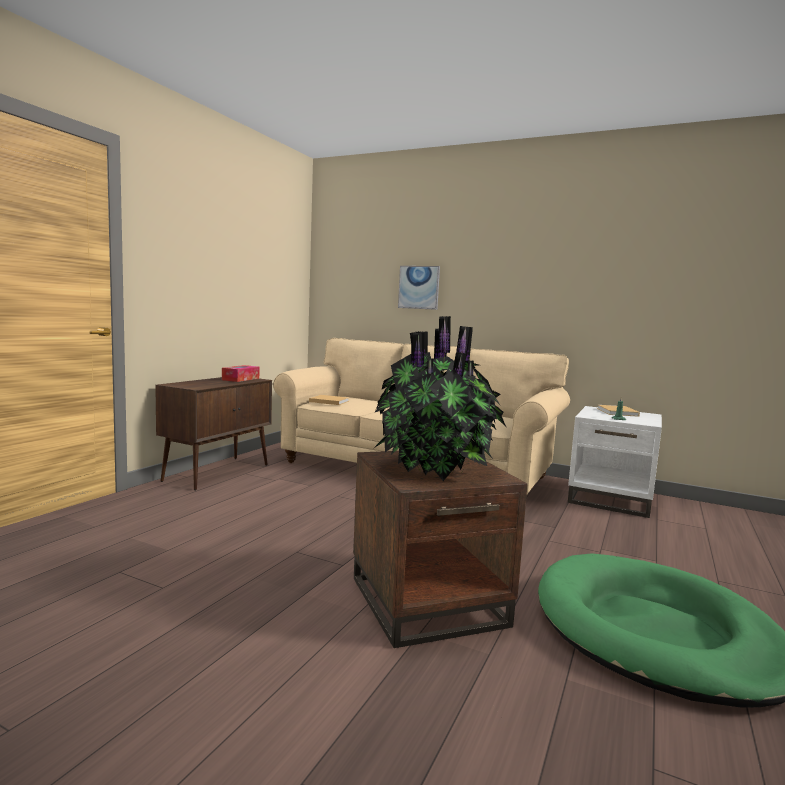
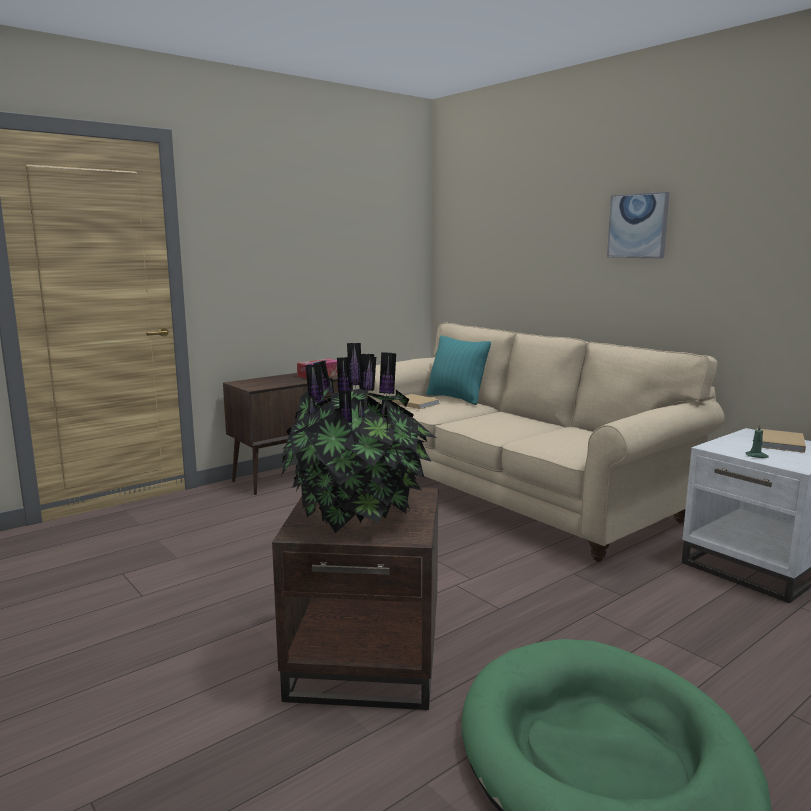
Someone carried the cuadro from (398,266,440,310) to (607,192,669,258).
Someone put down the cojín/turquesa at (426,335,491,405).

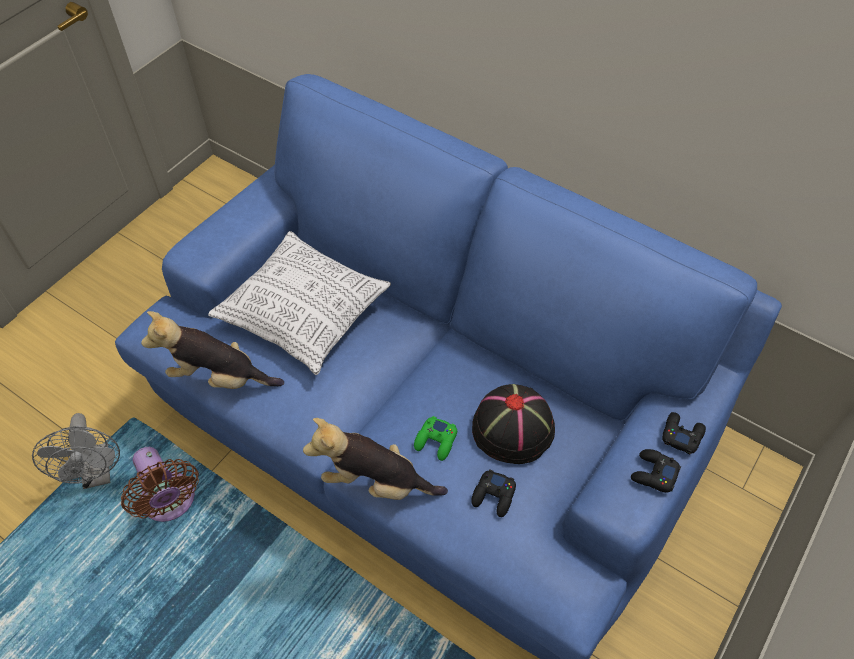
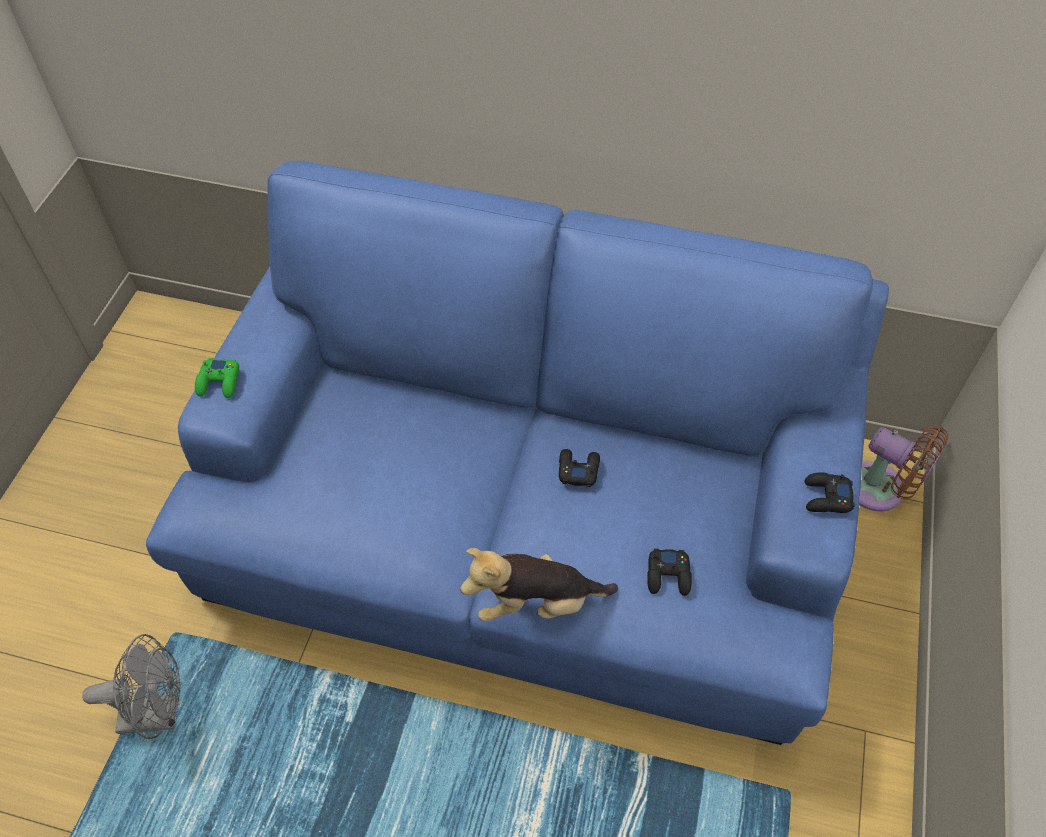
Someone took away the cojín at (208,231,391,375).
Someone took away the peluche at (141,311,284,389).
Someone took away the sombrero/negro at (472,384,555,464).
Someone carried the mando de consola/negro from (662,412,706,454) to (559,449,600,487).
Someone rotated the ventilador/gris at (32,413,120,489) by 60 degrees counterclockwise.
Someone carried the mando de consola/verde from (414,416,457,461) to (195,358,239,398).
Someone carried the ventilador/marrón from (121,447,199,522) to (859,425,949,512).

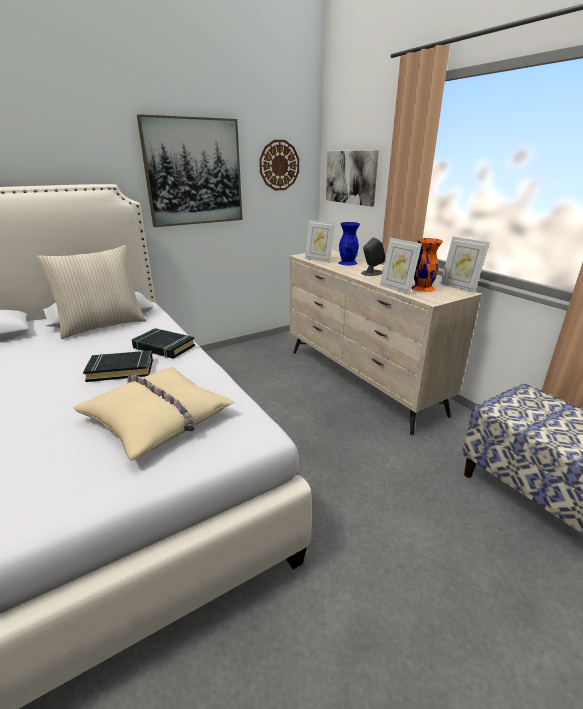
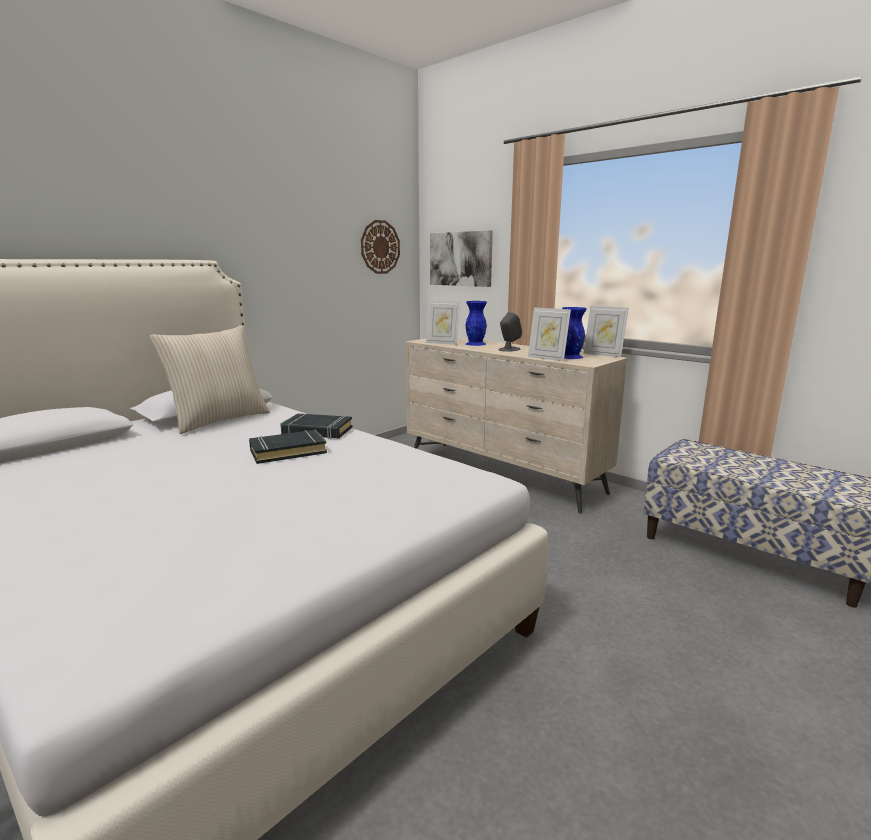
Someone took away the cuadro at (137,114,243,227).
Someone repainted the florero/naranja at (411,238,443,292), which became the florero/azul at (562,307,587,359).
Someone took away the cojín/beis at (73,367,234,461).

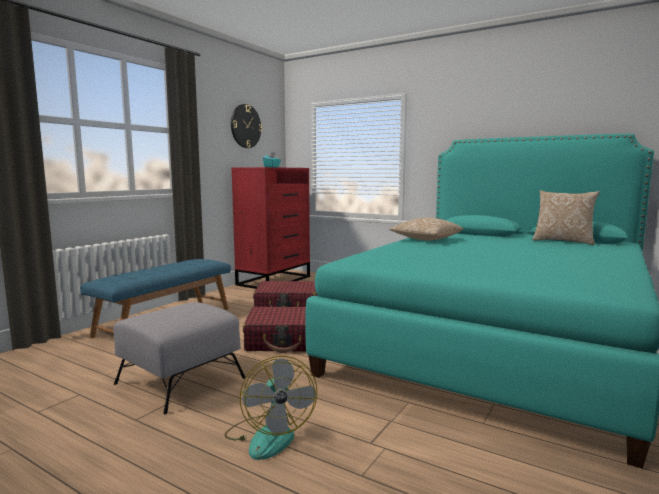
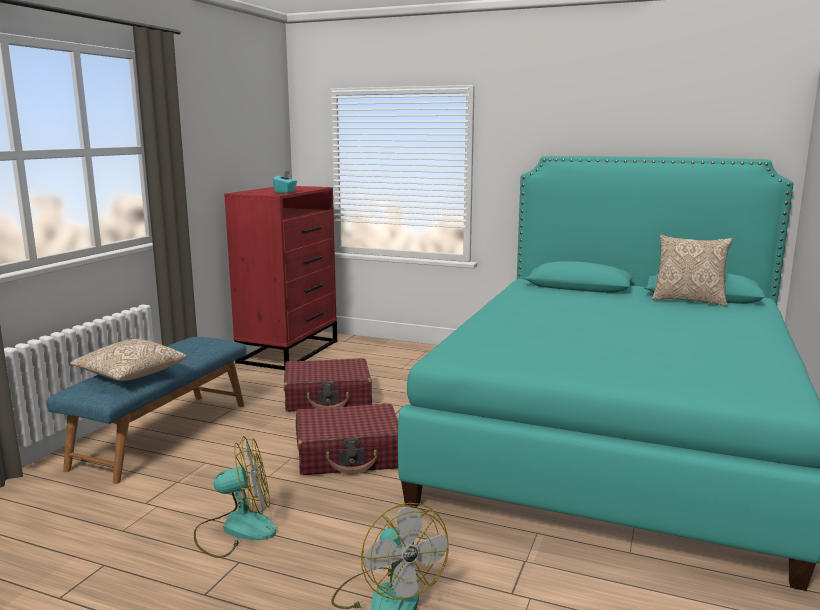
Someone took away the reloj de pared at (231,104,262,148).
Someone carried the cojín from (389,218,463,240) to (70,339,187,381).
Someone swapped the puf/gris at (114,302,246,414) for the ventilador at (194,436,276,558).

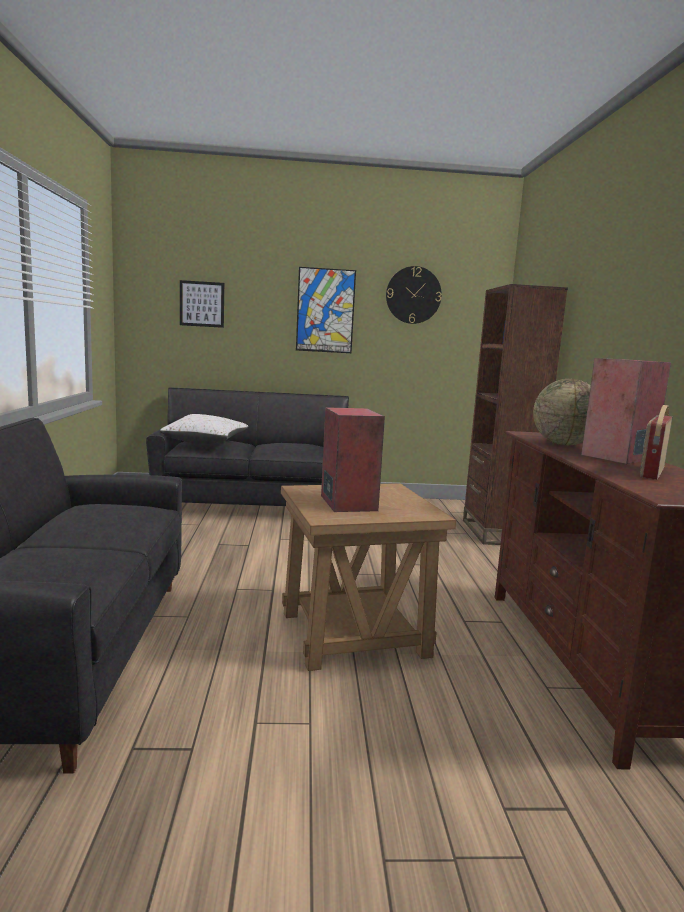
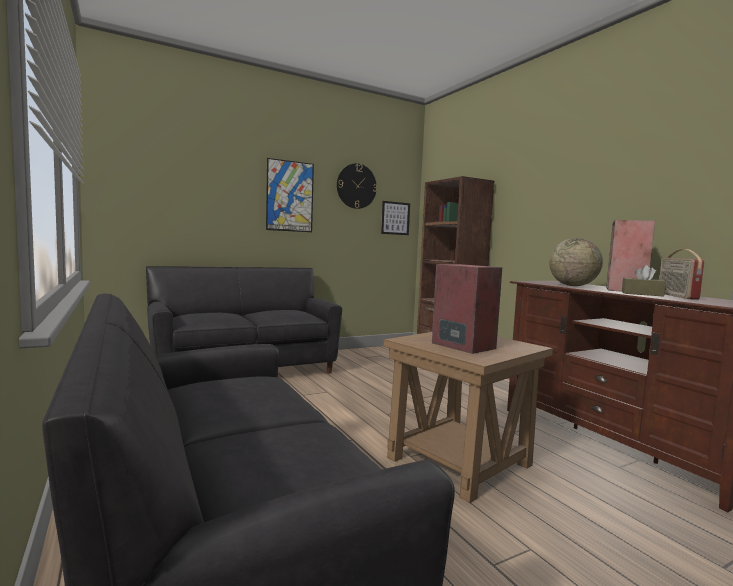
Someone carried the cuadro from (180,280,224,328) to (381,201,410,235).
Someone took away the cojín/blanco at (160,414,248,445).
Someone put down the caja de pañuelos/marrón at (622,265,666,297).

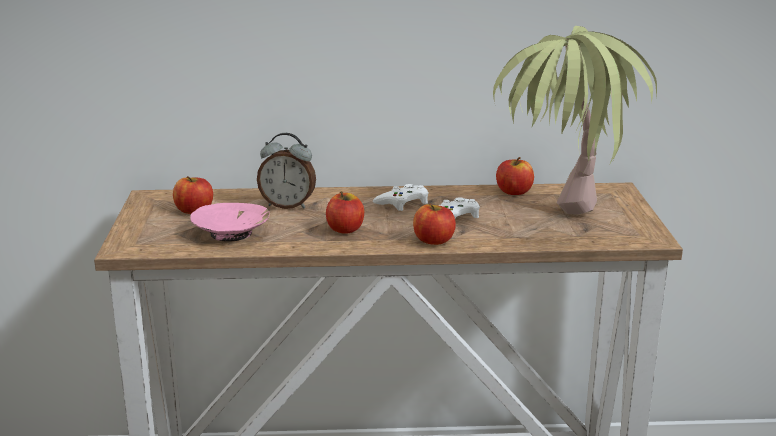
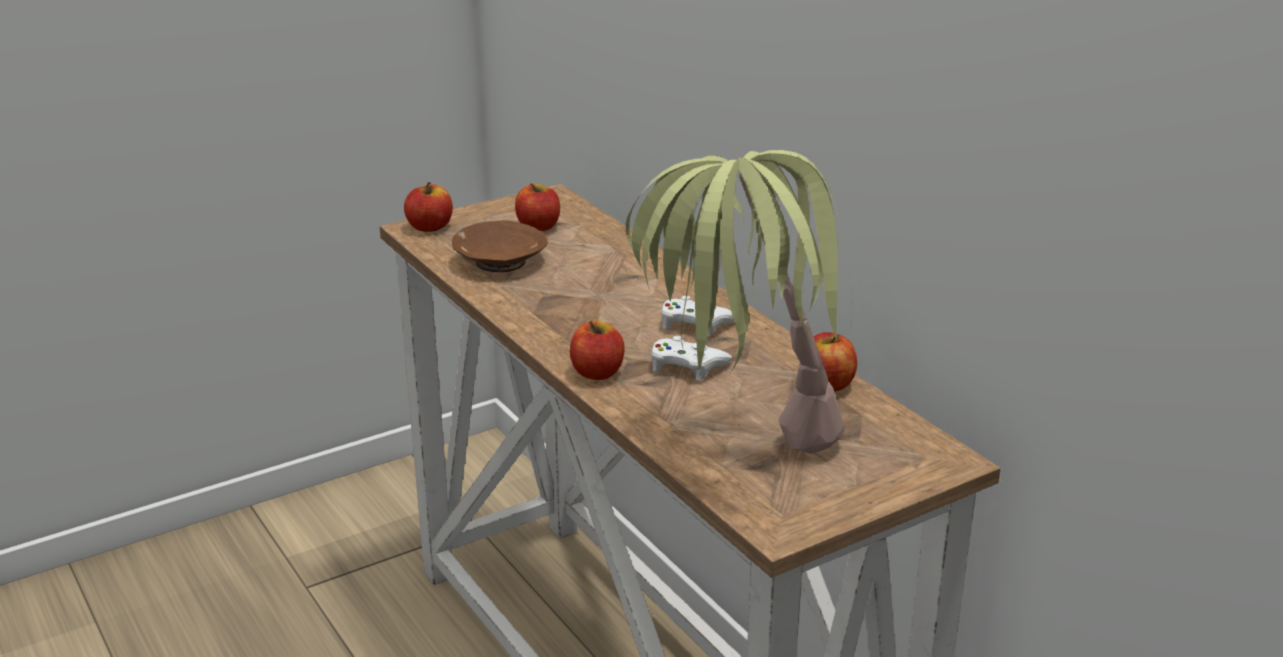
Someone took away the despertador at (257,133,316,209).
Someone carried the manzana from (326,191,364,234) to (404,182,453,232).
Someone repainted the cuenco/rosa at (190,203,270,242), which became the cuenco/marrón at (452,220,548,272).

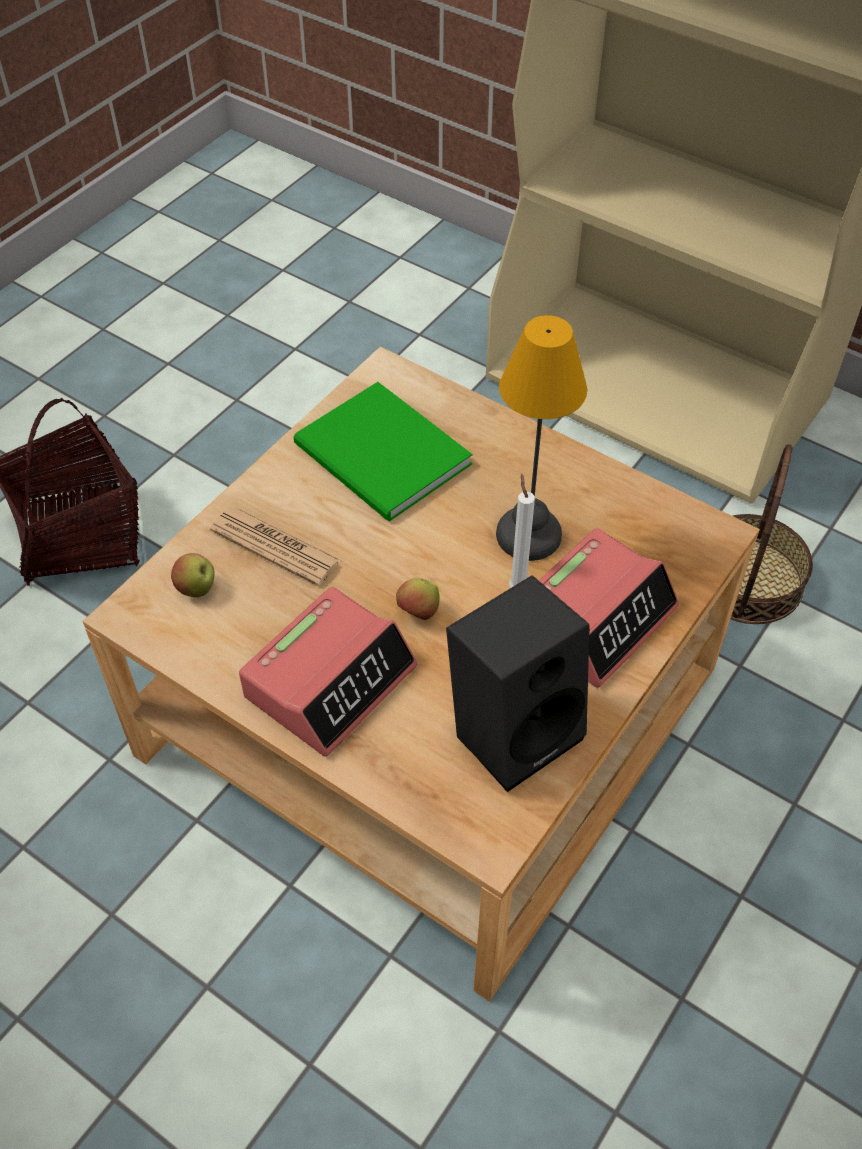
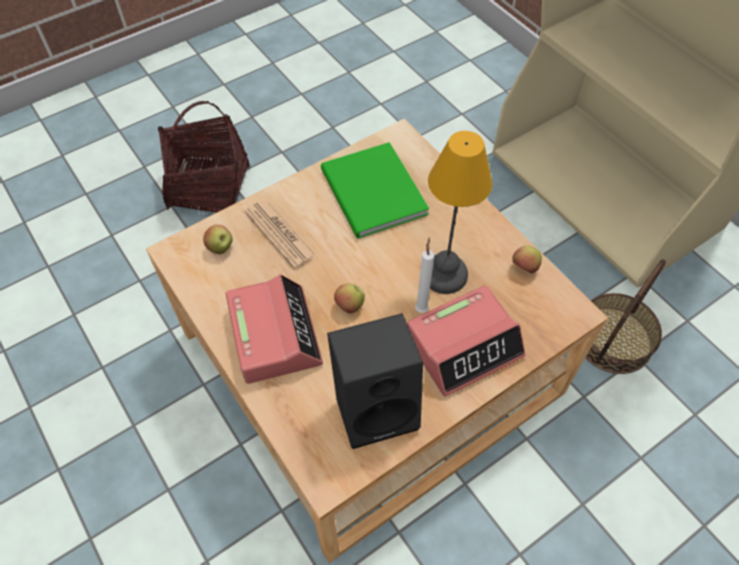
Someone rotated the despertador at (239,587,418,757) by 75 degrees counterclockwise.
Someone put down the manzana at (512,245,542,273).

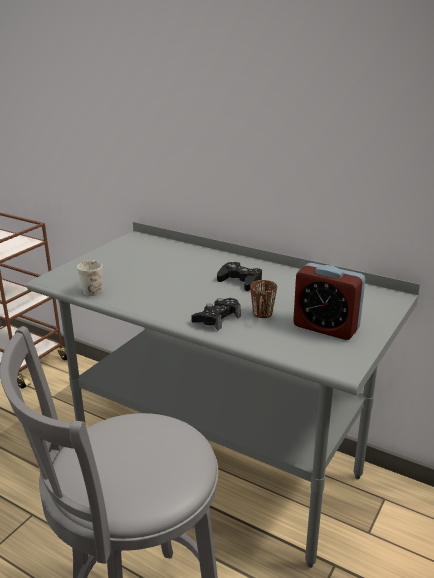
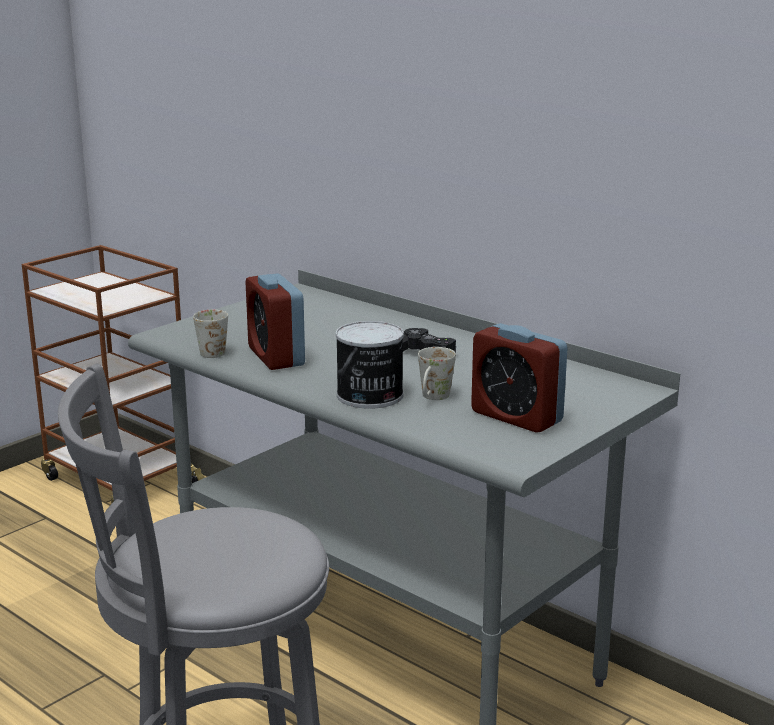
Someone repainted the taza grande/marrón at (250,280,277,318), which became the taza grande/blanco at (418,347,456,400).
Someone swapped the mando de consola/negro at (191,298,241,331) for the lata at (336,321,404,409).
Someone put down the despertador at (246,273,305,370).

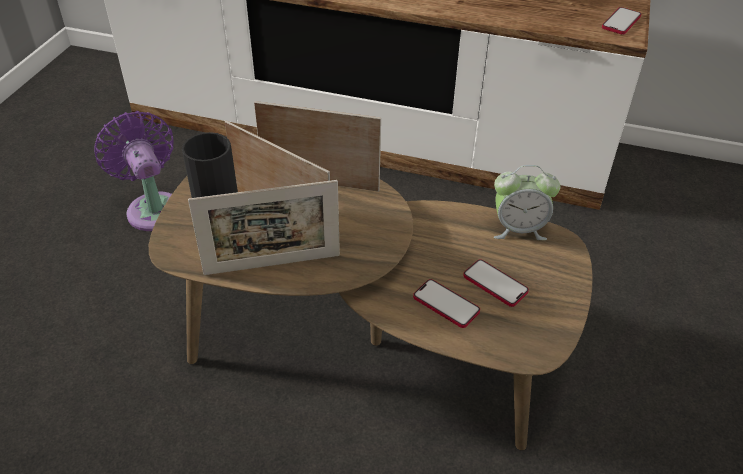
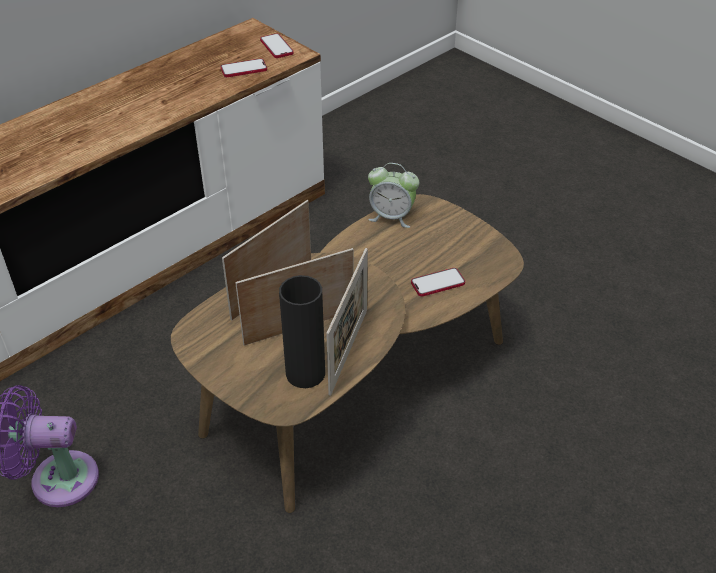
Someone rotated the despertador at (494,165,561,240) by 75 degrees clockwise.
Someone carried the móvil from (463,259,529,307) to (221,58,267,77).

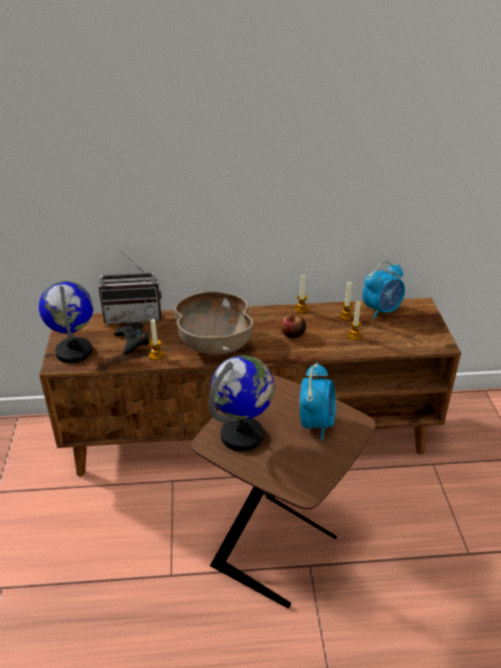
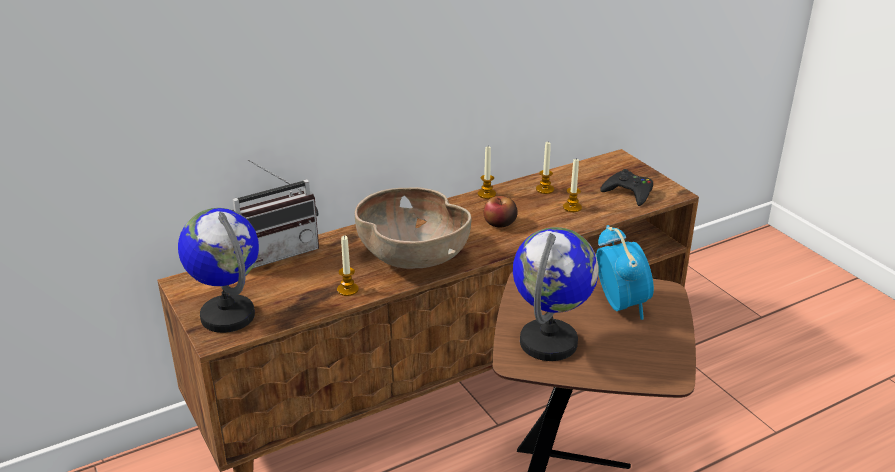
Someone took away the despertador at (362,261,405,319).
Someone carried the mando de consola/negro from (114,322,149,355) to (600,169,653,206).

